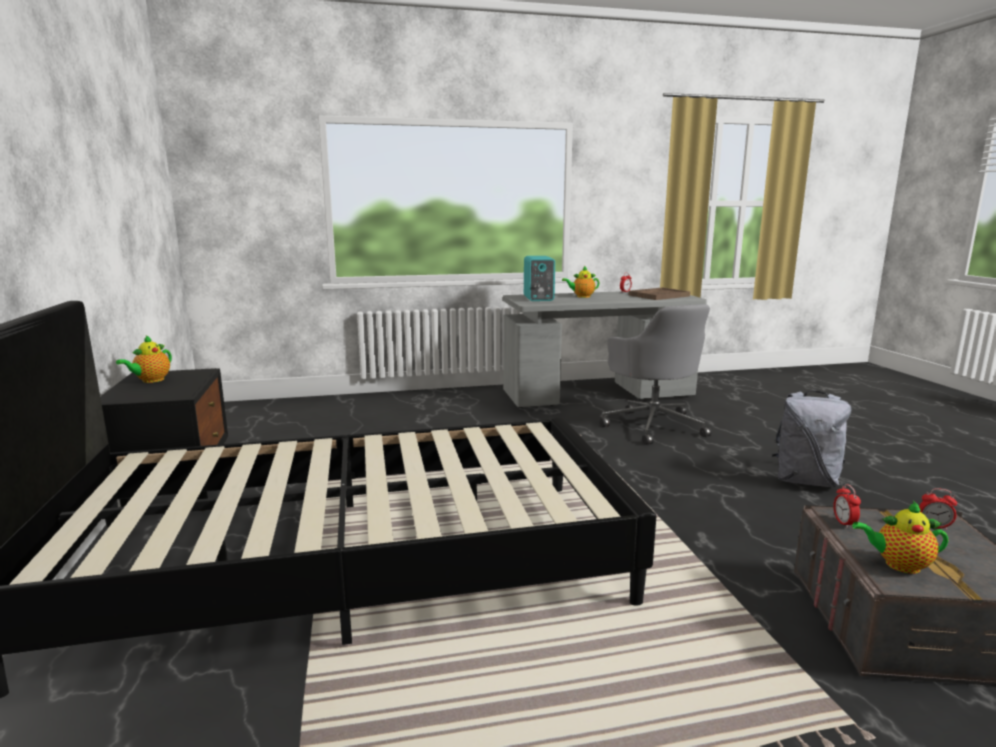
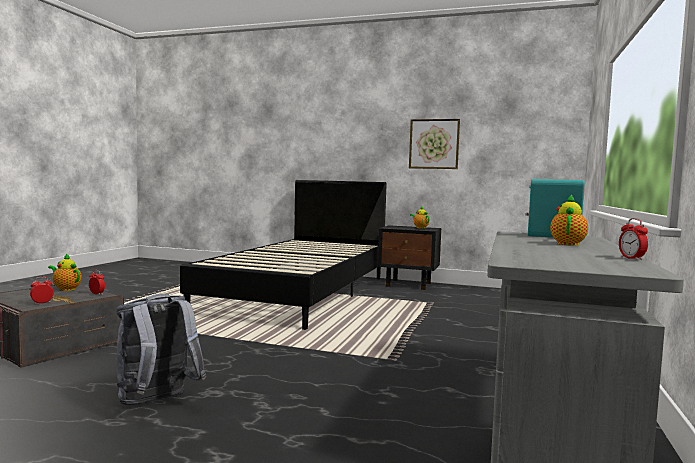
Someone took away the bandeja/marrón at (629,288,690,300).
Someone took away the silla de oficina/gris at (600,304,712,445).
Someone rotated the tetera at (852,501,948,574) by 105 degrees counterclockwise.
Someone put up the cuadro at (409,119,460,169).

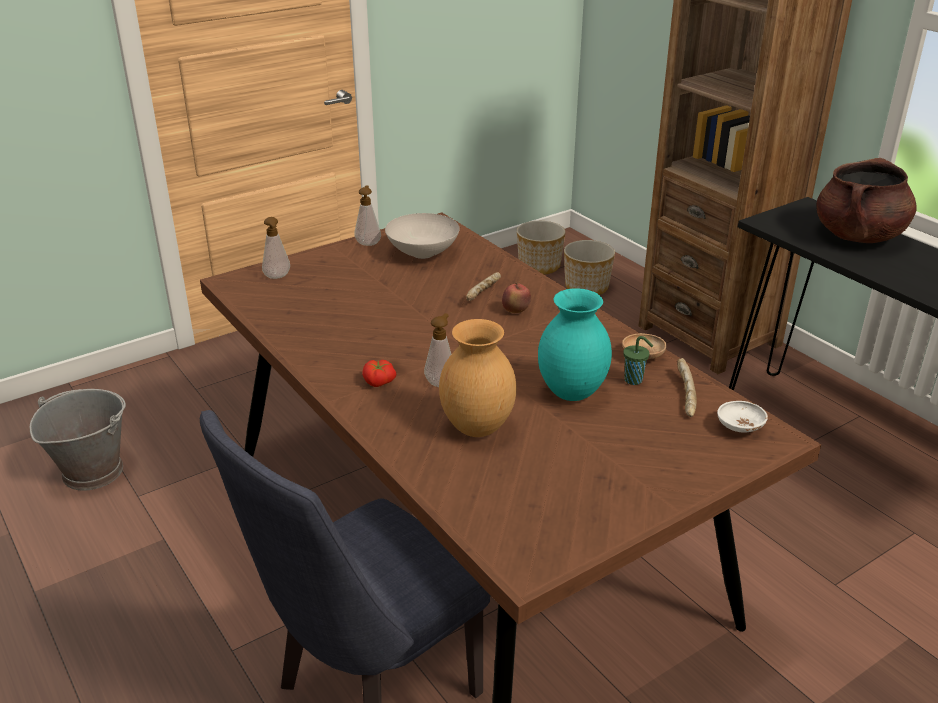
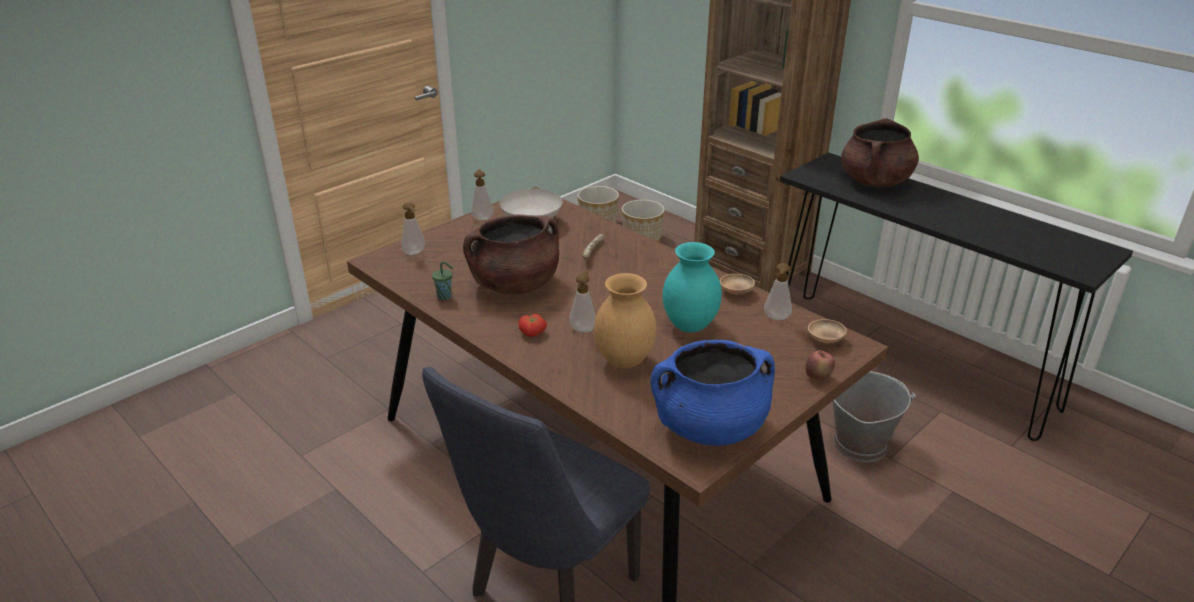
Someone carried the manzana from (502,282,531,313) to (805,350,835,380).
Someone carried the taza/verde from (623,336,653,385) to (432,261,453,300).
Someone swapped the pan at (677,358,697,417) for the dispensador de jabón at (764,263,792,320).
Someone carried the cubo/gris from (30,389,126,491) to (833,371,916,462).
Someone repainted the cuenco/blanco at (717,401,768,433), which became the cuenco/marrón at (808,319,847,343).
Someone put down the olla/marrón at (463,214,559,294).
Someone put down the olla/azul at (650,340,775,446).

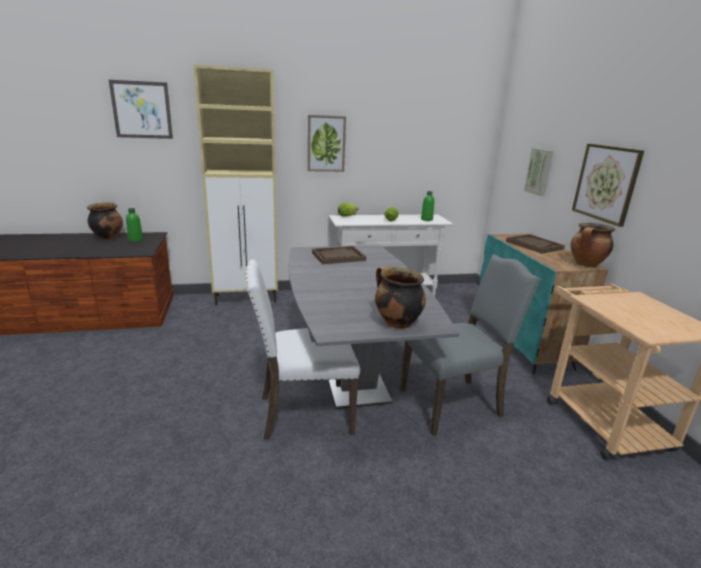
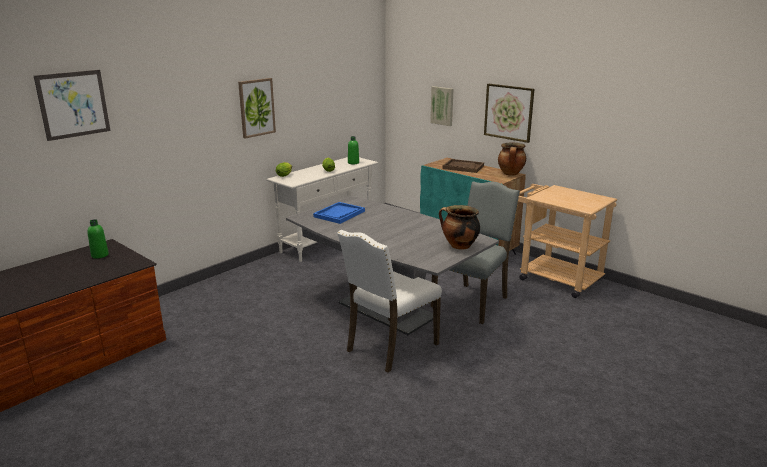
Someone took away the armario/beis at (194,65,278,305).
Someone took away the olla at (87,202,123,240).
Someone repainted the bandeja/marrón at (312,246,366,264), which became the bandeja/azul at (313,202,365,224).

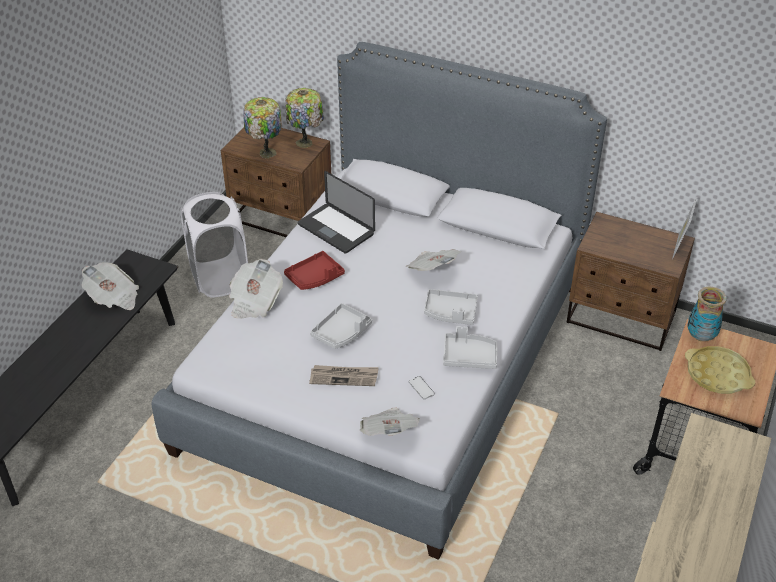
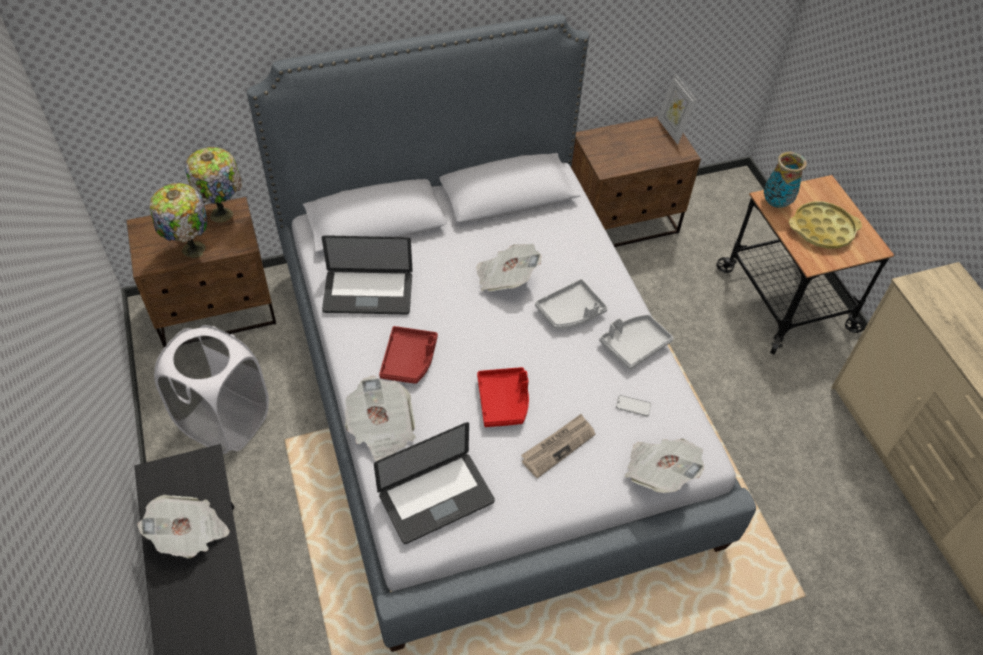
Someone repainted the bandeja/gris at (310,303,372,349), which became the bandeja/rojo at (477,367,529,427).
Someone put down the portátil at (374,422,495,544).

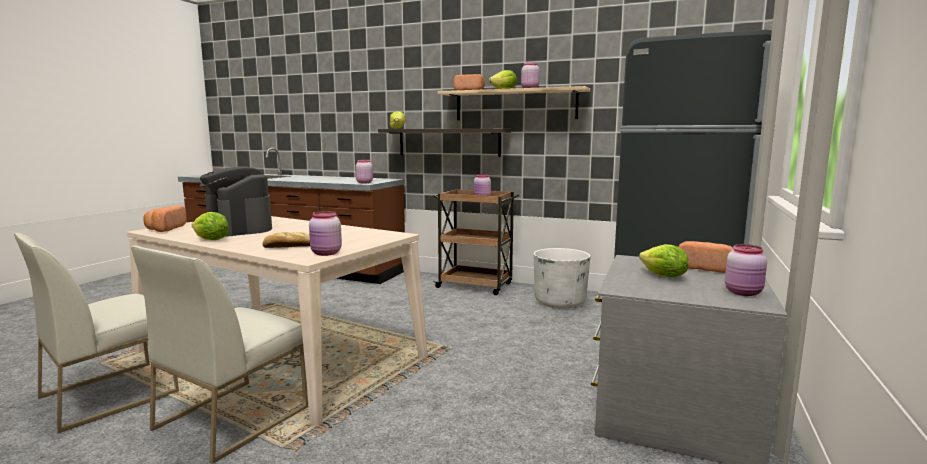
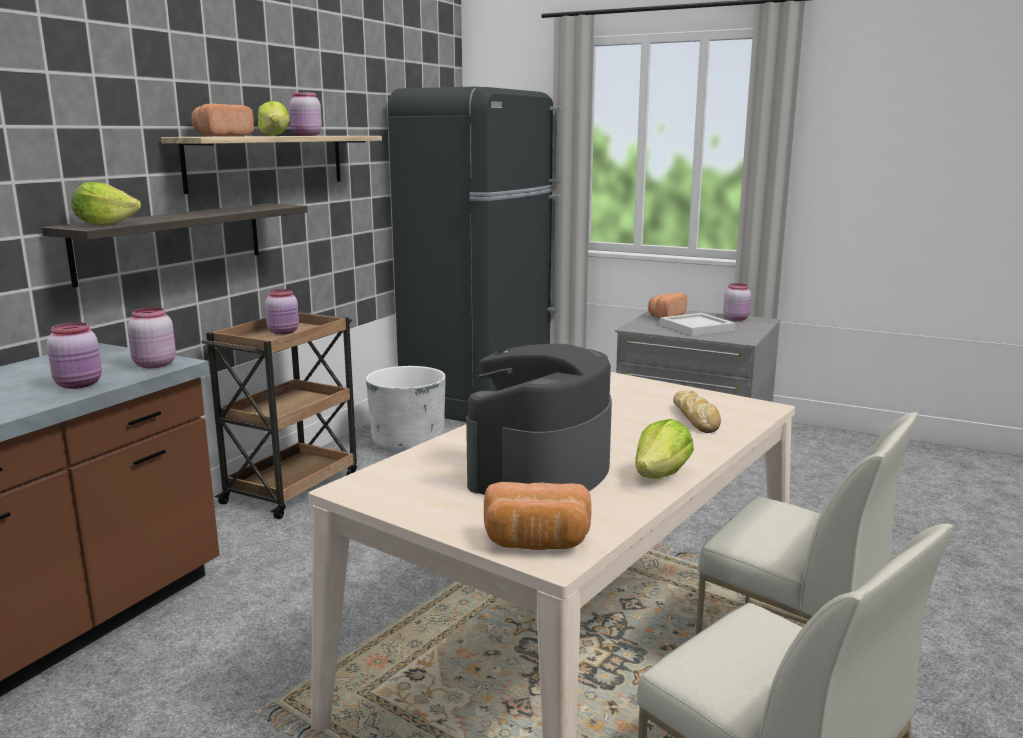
Someone rotated the cafetera at (199,166,272,236) by 150 degrees clockwise.
Someone carried the tarro/rosa from (309,211,342,256) to (47,322,102,389).
Someone swapped the lechuga at (639,244,689,277) for the bandeja/blanco at (659,313,735,336).

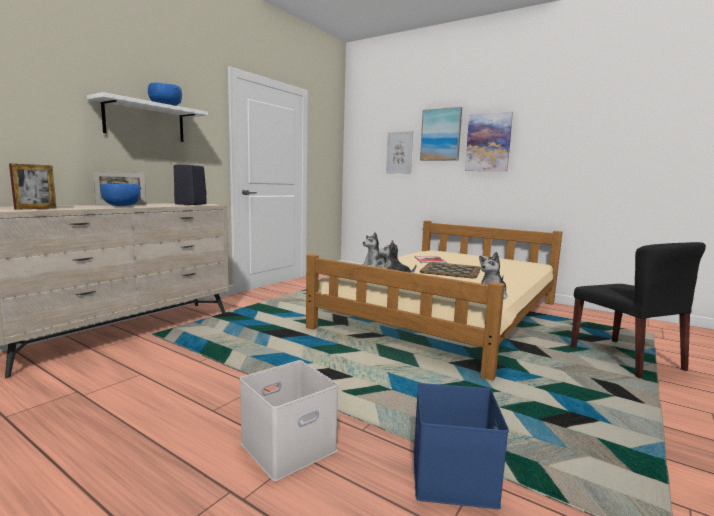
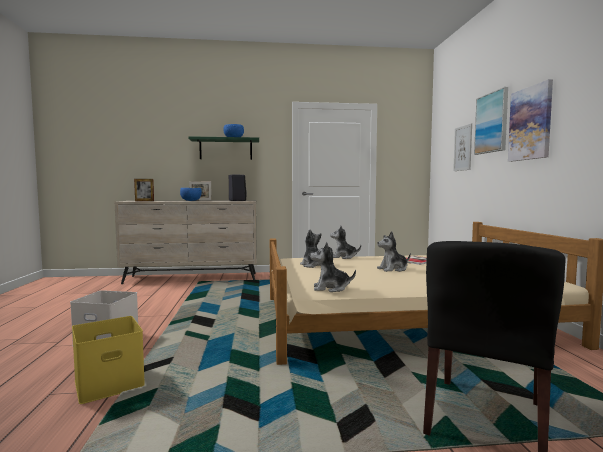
Someone repainted the estante/blanco at (87,92,208,142), which became the estante/verde at (188,136,259,160).
Someone swapped the bandeja at (420,262,481,278) for the peluche at (377,231,411,272).
Someone repainted the caja de almacenaje/azul at (413,383,509,509), which became the caja de almacenaje/amarillo at (72,316,145,404).

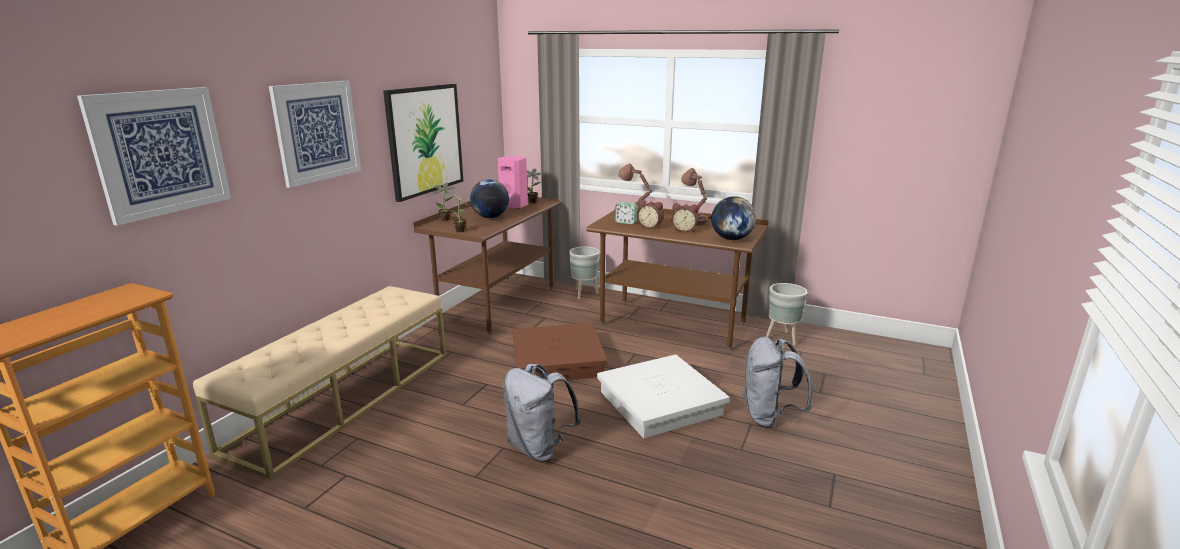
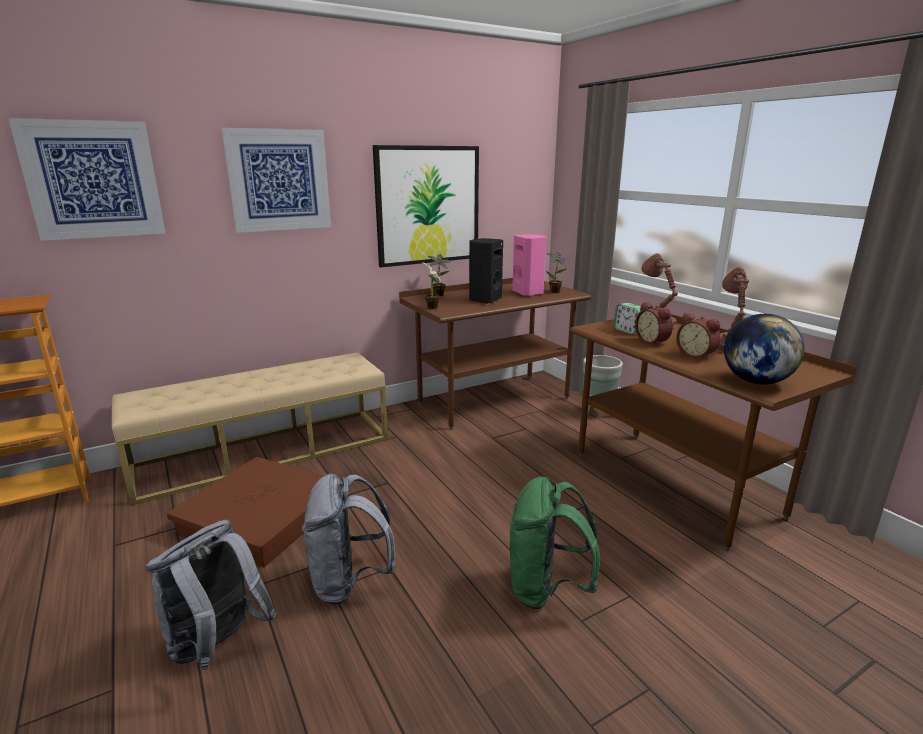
Someone swapped the globo terráqueo at (470,179,509,218) for the altavoz/negro at (469,238,503,304).
Someone took away the maceta/gris at (766,283,807,346).
Someone carried the caja de almacenaje/marrón from (512,323,607,381) to (167,457,342,567).
Someone carried the mochila/gris from (743,337,812,428) to (146,520,277,670).
Someone swapped the caja de almacenaje/blanco at (597,354,730,438) for the mochila/verde at (510,476,600,609).

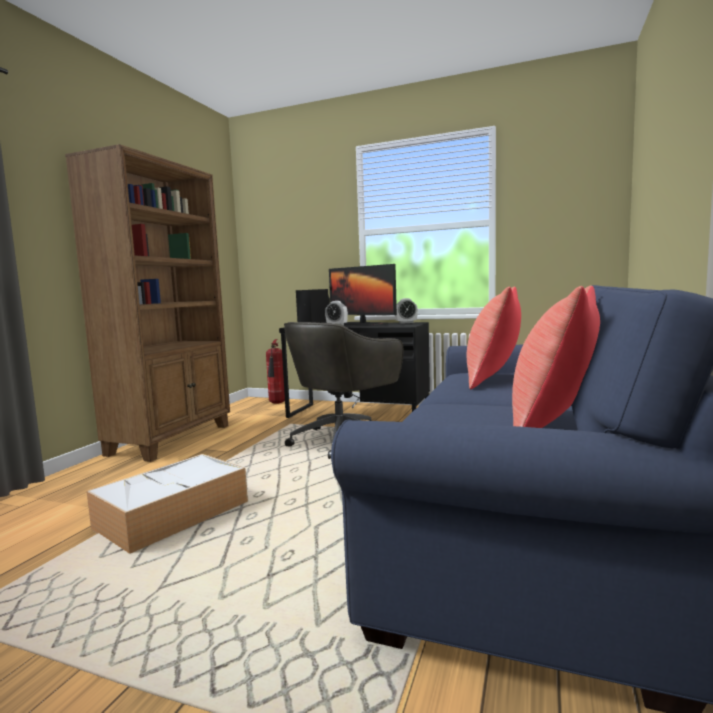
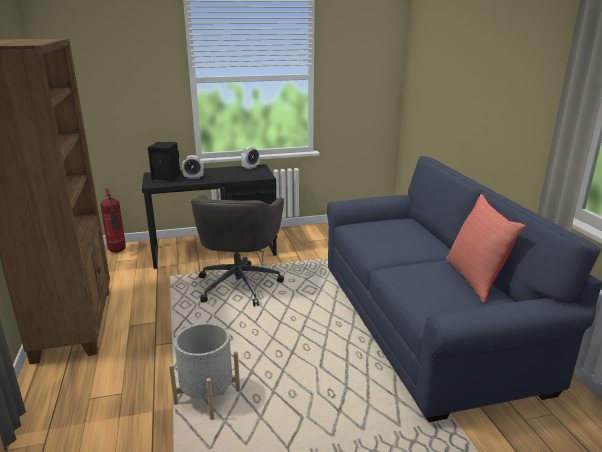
Someone took away the monitor at (329,264,397,326).
Someone took away the cojín/rojo at (467,286,521,389).
Someone swapped the caja de almacenaje at (87,454,248,554) for the maceta/gris at (169,323,240,420).

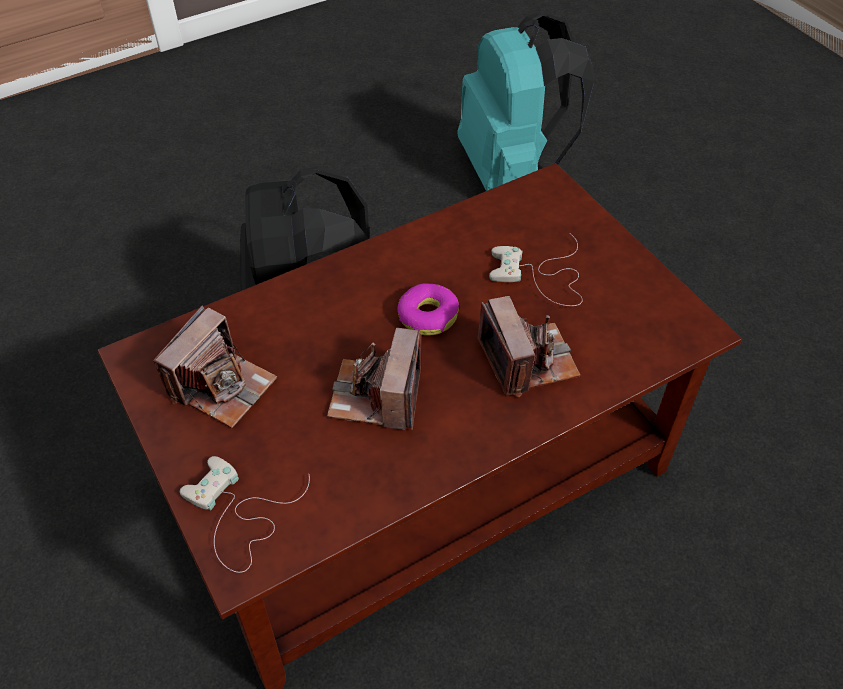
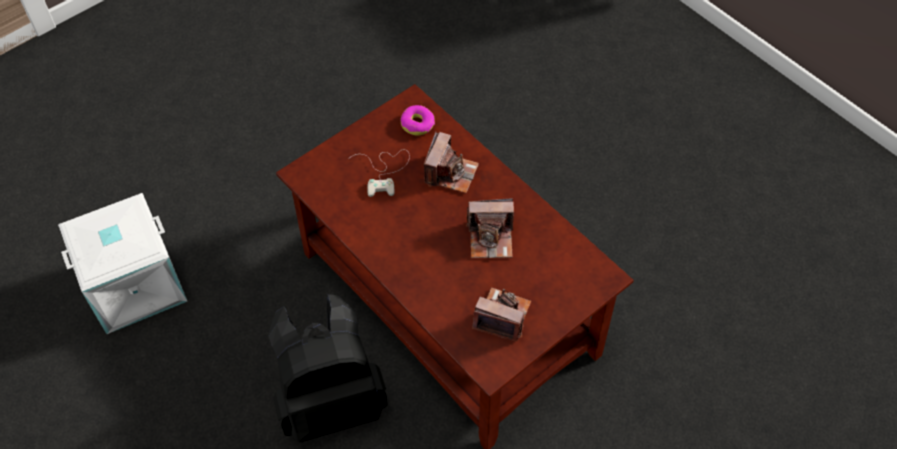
Someone swapped the mochila/turquesa at (458,12,594,191) for the caja de almacenaje/blanco at (58,193,187,334).
Someone carried the rosquilla from (398,283,459,335) to (401,105,435,136).
Someone rotated the cámara at (478,296,580,397) by 135 degrees clockwise.
Someone took away the mando de consola/blanco at (180,456,310,573).

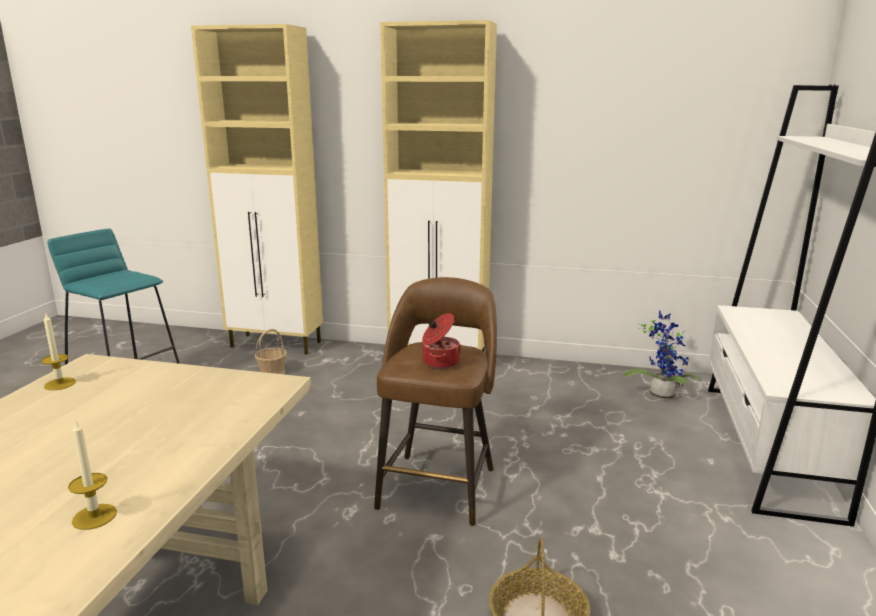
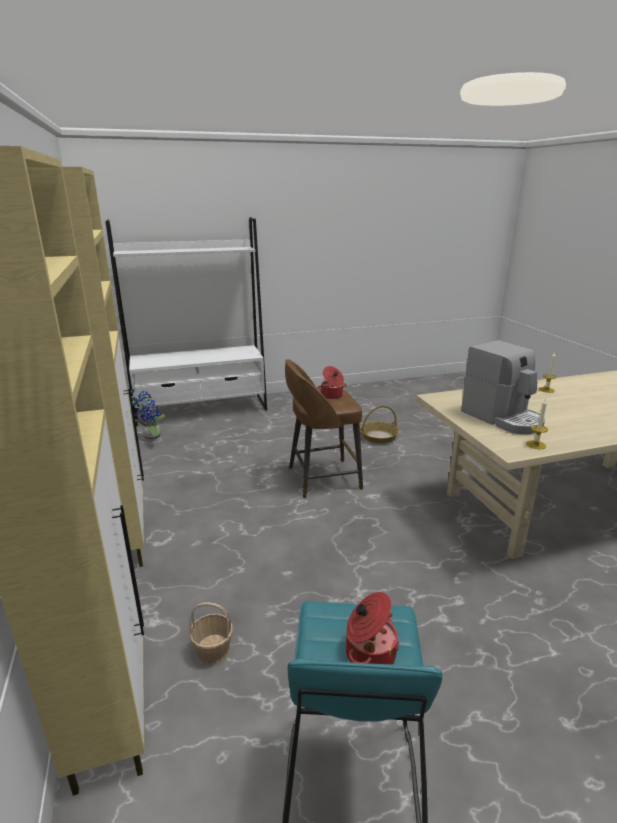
Someone put down the cafetera at (461,340,545,434).
Someone put down the olla at (346,592,399,664).

